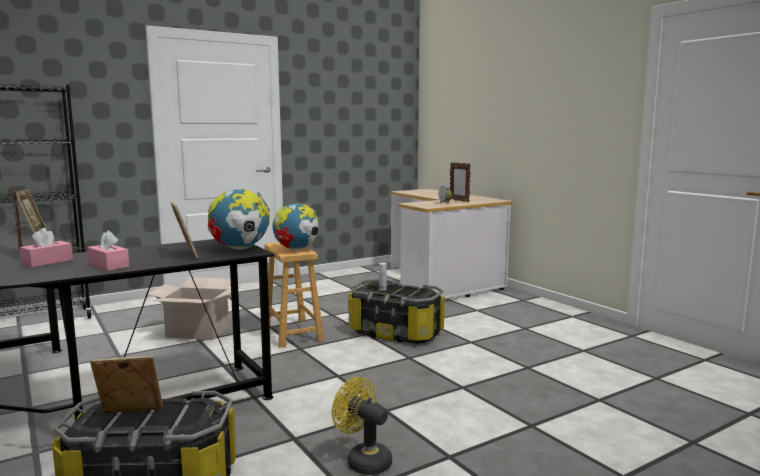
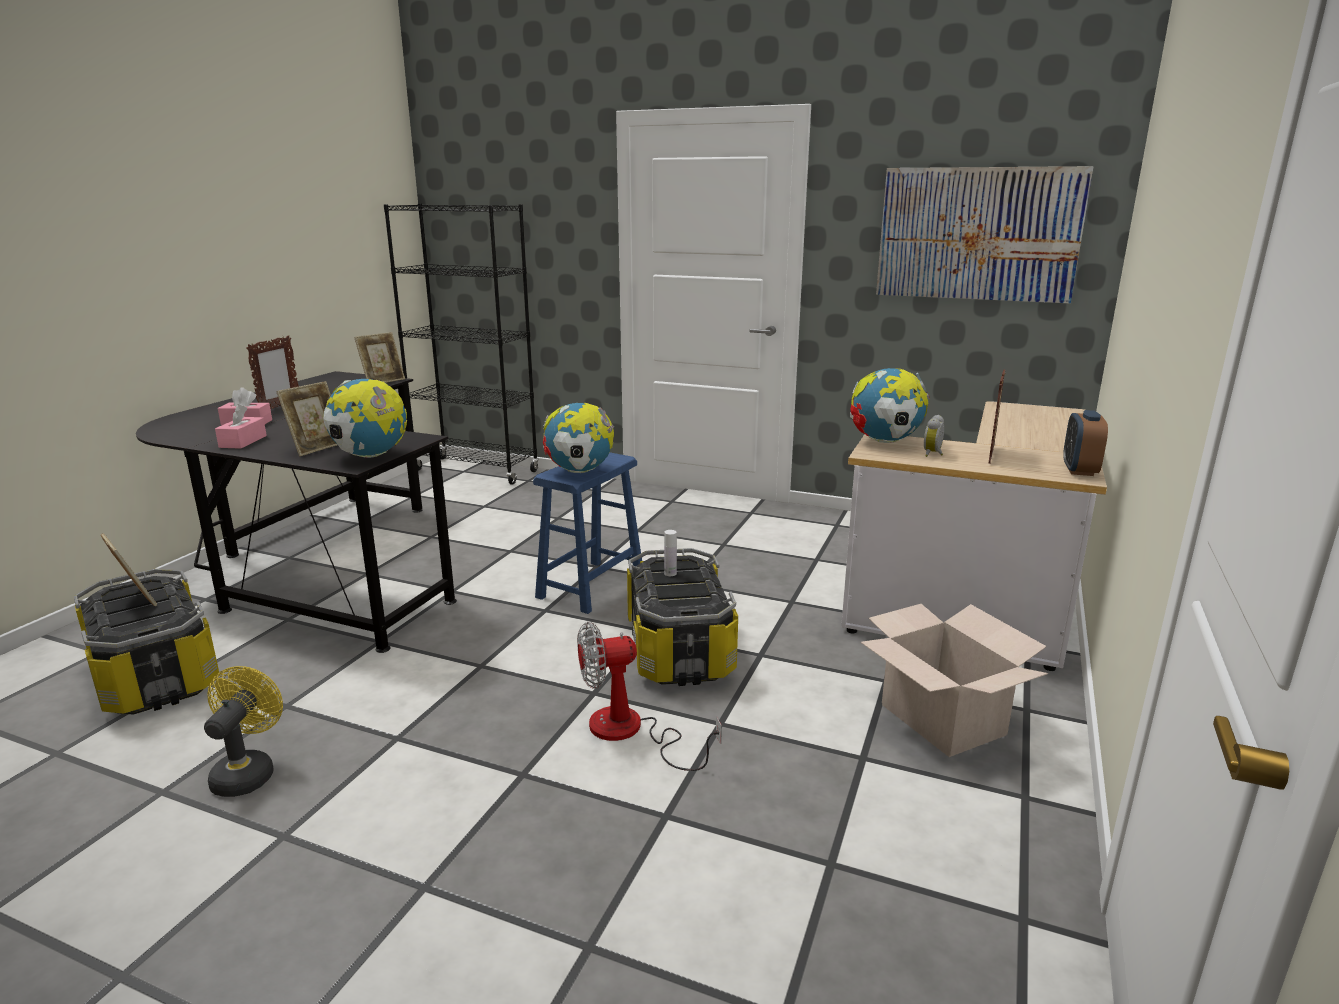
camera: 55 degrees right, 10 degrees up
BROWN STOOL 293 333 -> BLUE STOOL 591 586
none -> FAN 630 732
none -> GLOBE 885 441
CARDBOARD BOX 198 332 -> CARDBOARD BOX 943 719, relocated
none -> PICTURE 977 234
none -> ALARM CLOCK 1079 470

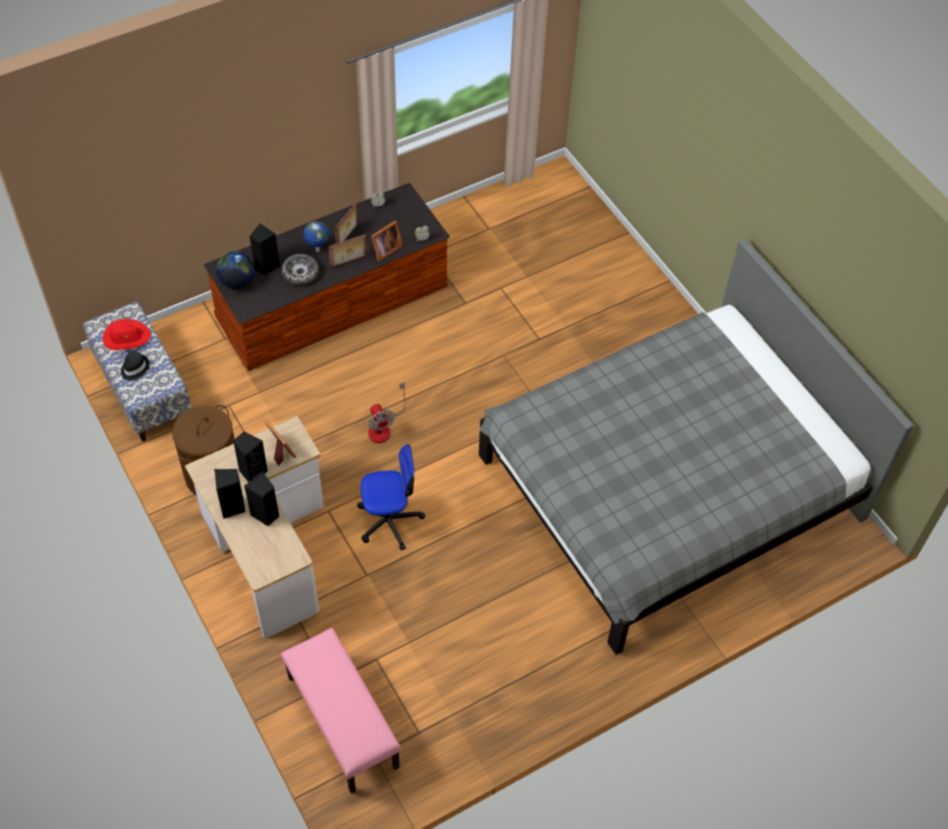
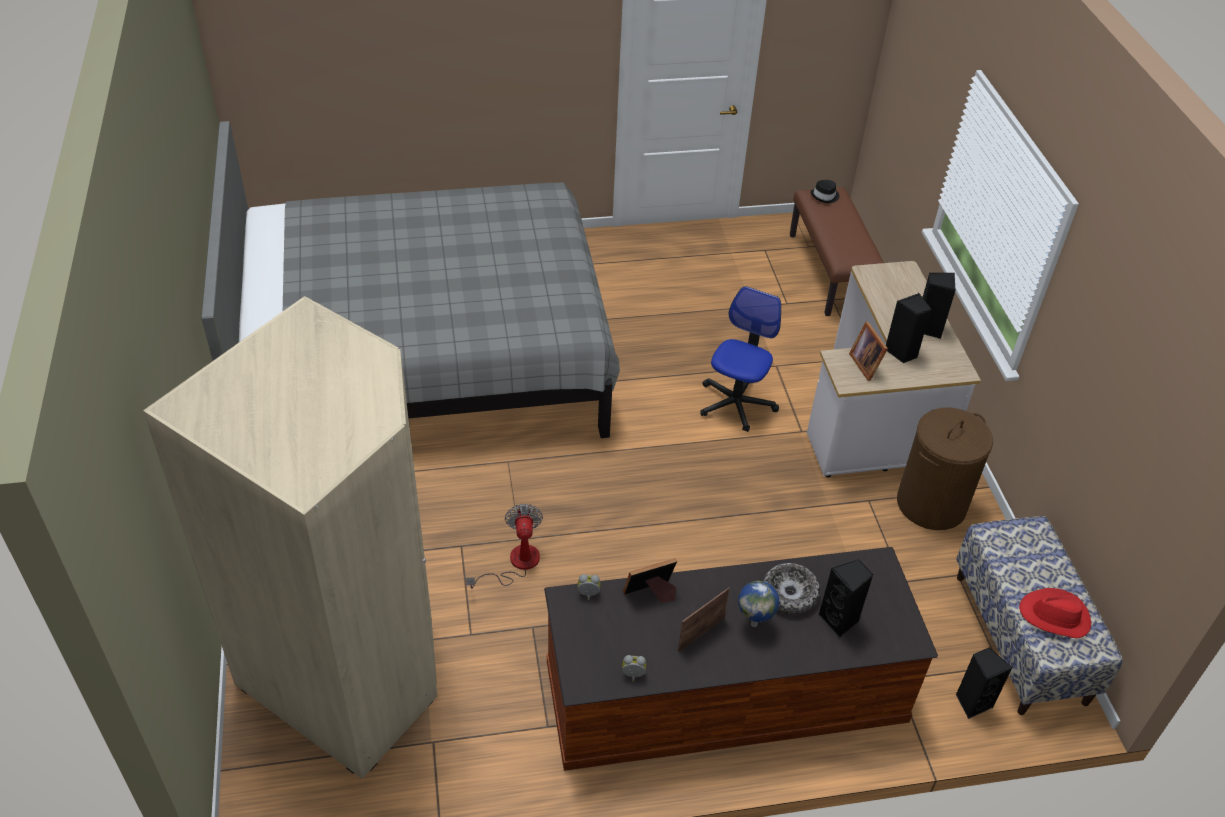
camera: 160 degrees left, 10 degrees down
none -> BEIGE WARDROBE 352 670
FAN 383 427 -> FAN 515 564, relocated
OFFICE CHAIR 389 521 -> OFFICE CHAIR 736 404, 105 degrees clockwise
PINK BENCH 341 722 -> BROWN BENCH 831 273
BLACK HAT 134 368 -> BLACK HAT 825 196, relocated
BLACK SPEAKER 266 514 -> BLACK SPEAKER 972 702, relocated
GLOBE 237 282 -> none
PICTURE FRAME 349 262 -> none

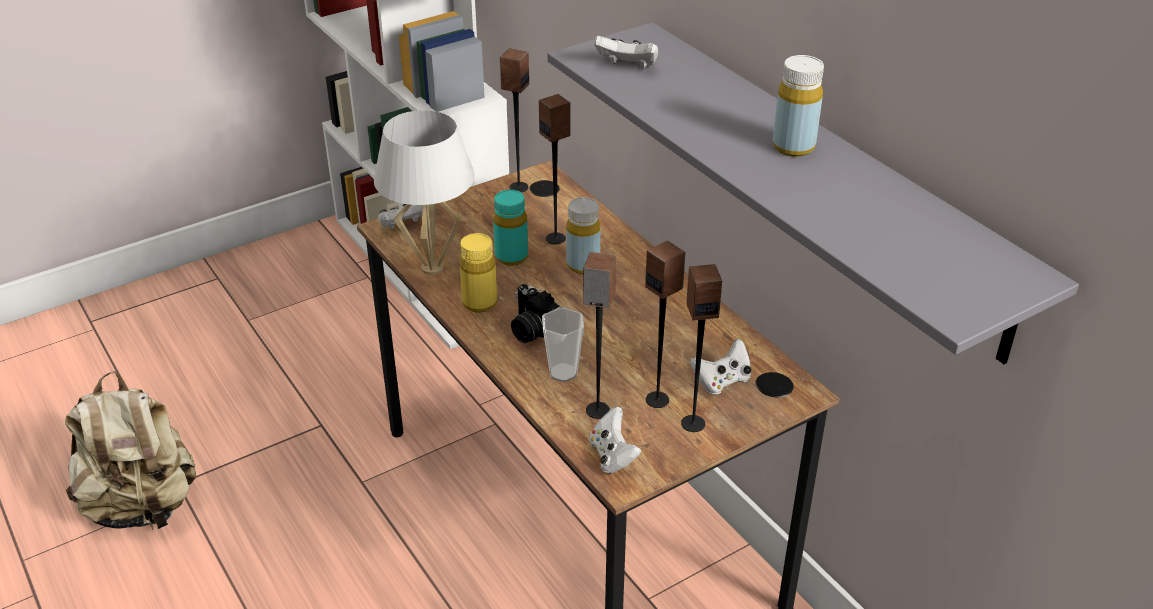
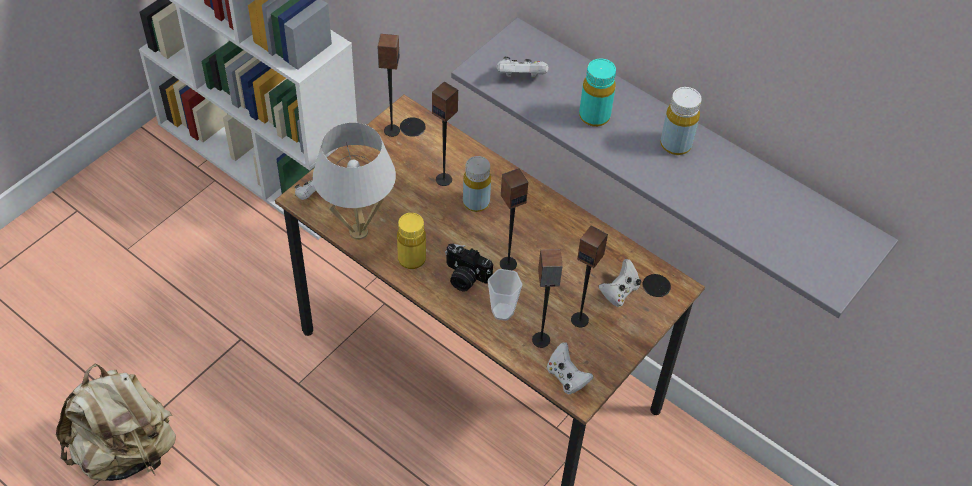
camera: 20 degrees left, 15 degrees up
SPEAKER 693 423 -> SPEAKER 508 263, relocated
TURQUOISE BOTTLE 511 257 -> TURQUOISE BOTTLE 594 116, relocated

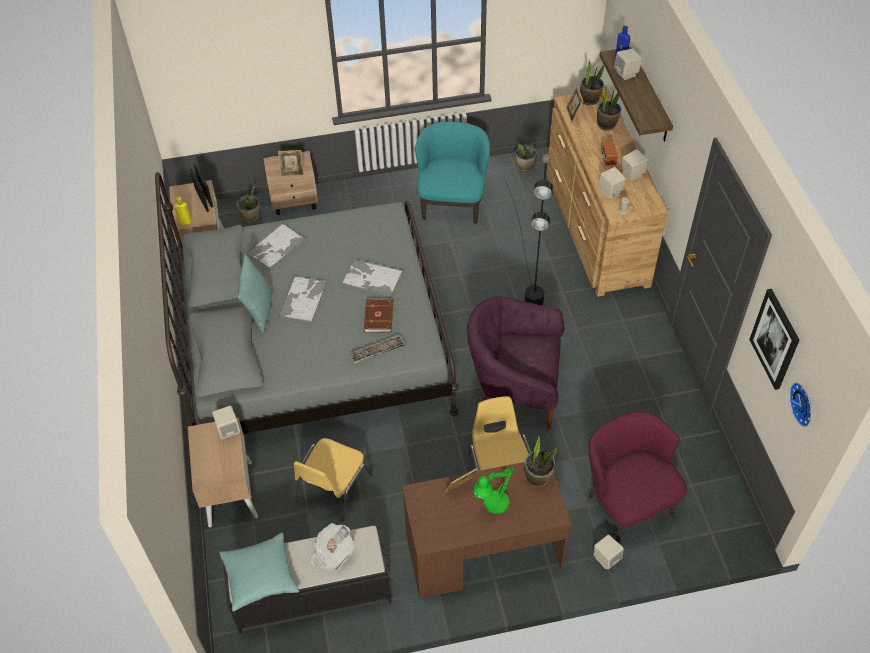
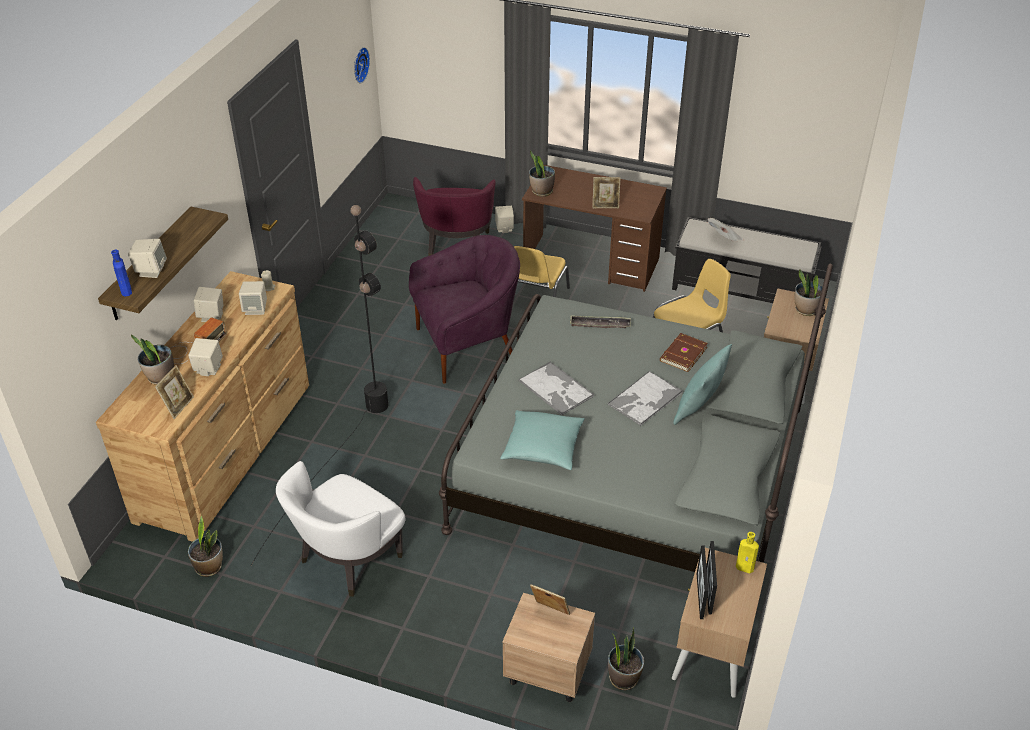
camera: 150 degrees left, 10 degrees down
BEIGE SPEAKER 228 430 -> BEIGE SPEAKER 208 369, relocated
TURQUOISE ARMCHAIR 452 203 -> WHITE ARMCHAIR 347 560
PURPLE ARMCHAIR 515 389 -> PURPLE ARMCHAIR 467 346, 60 degrees counterclockwise
TURQUOISE PILLOW 260 576 -> TURQUOISE PILLOW 543 448, relocated
BROWN BOOK 379 317 -> BROWN BOOK 682 354, relocated
POTTED PLANT 589 99 -> POTTED PLANT 806 310, relocated
TRAY 276 247 -> none
GREEN TABLE LAMP 492 506 -> none
PICTURE 775 339 -> none

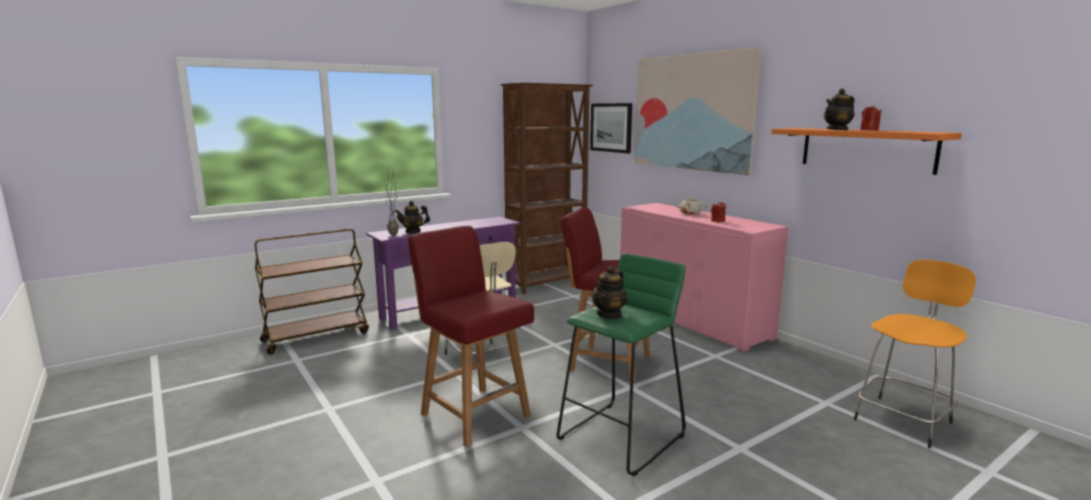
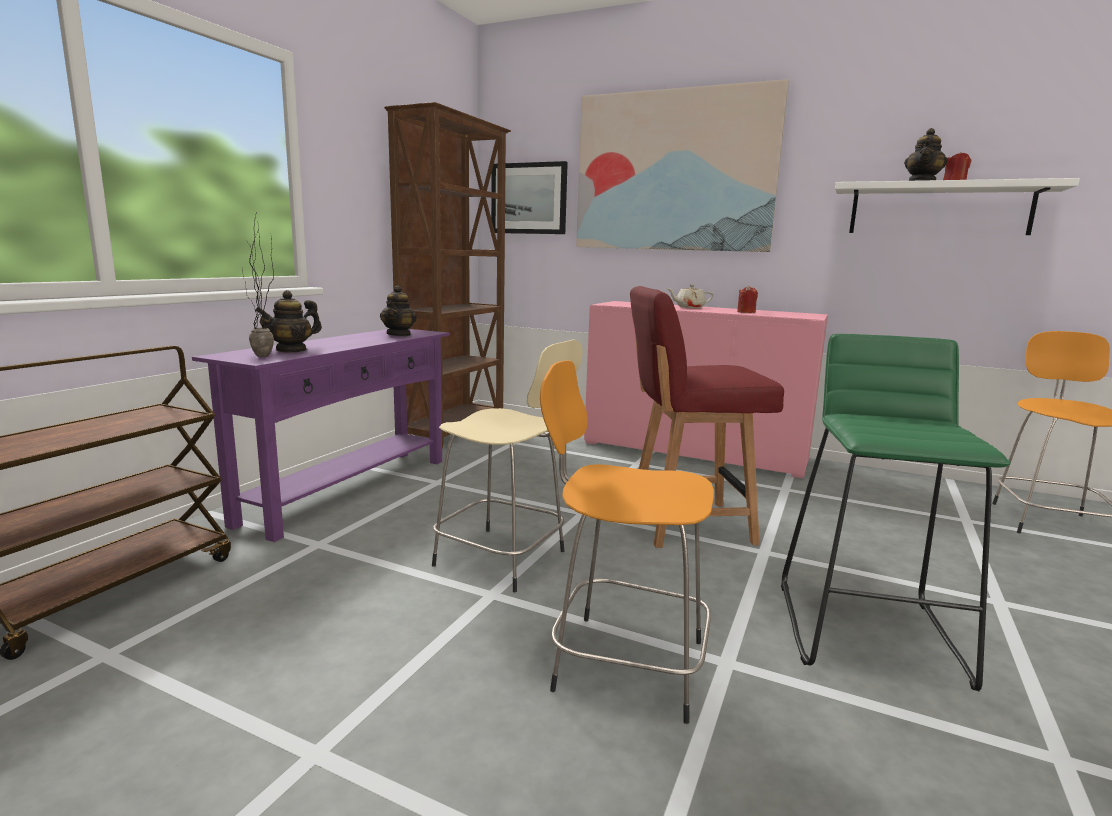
camera: 30 degrees left, 0 degrees up
TEAPOT 609 314 -> TEAPOT 399 334, relocated
RED CHAIR 474 414 -> ORANGE STOOL 623 663
ORANGE SHELF 866 149 -> WHITE SHELF 939 210

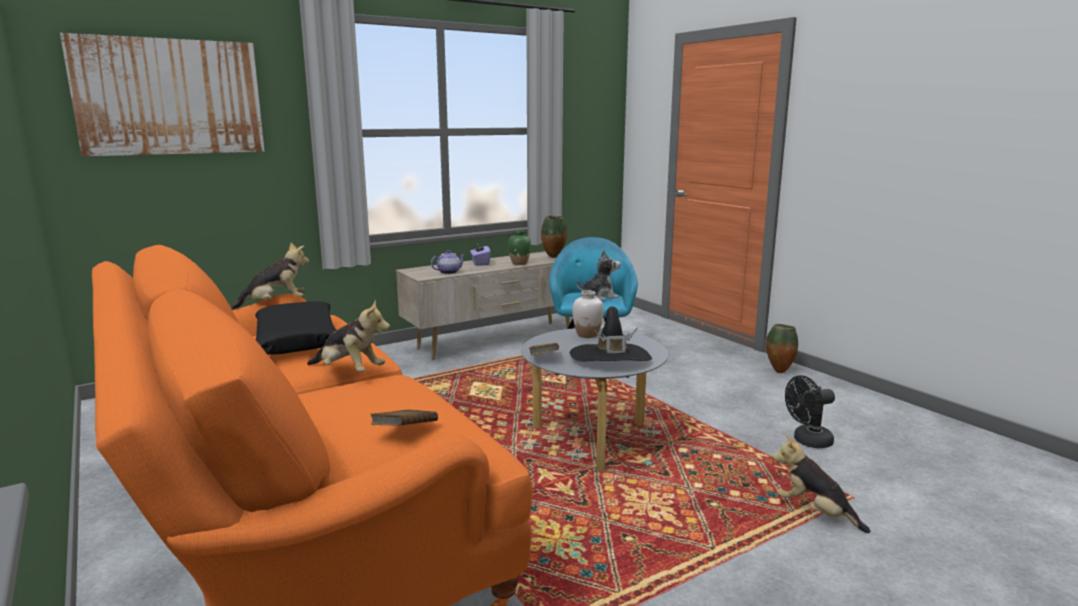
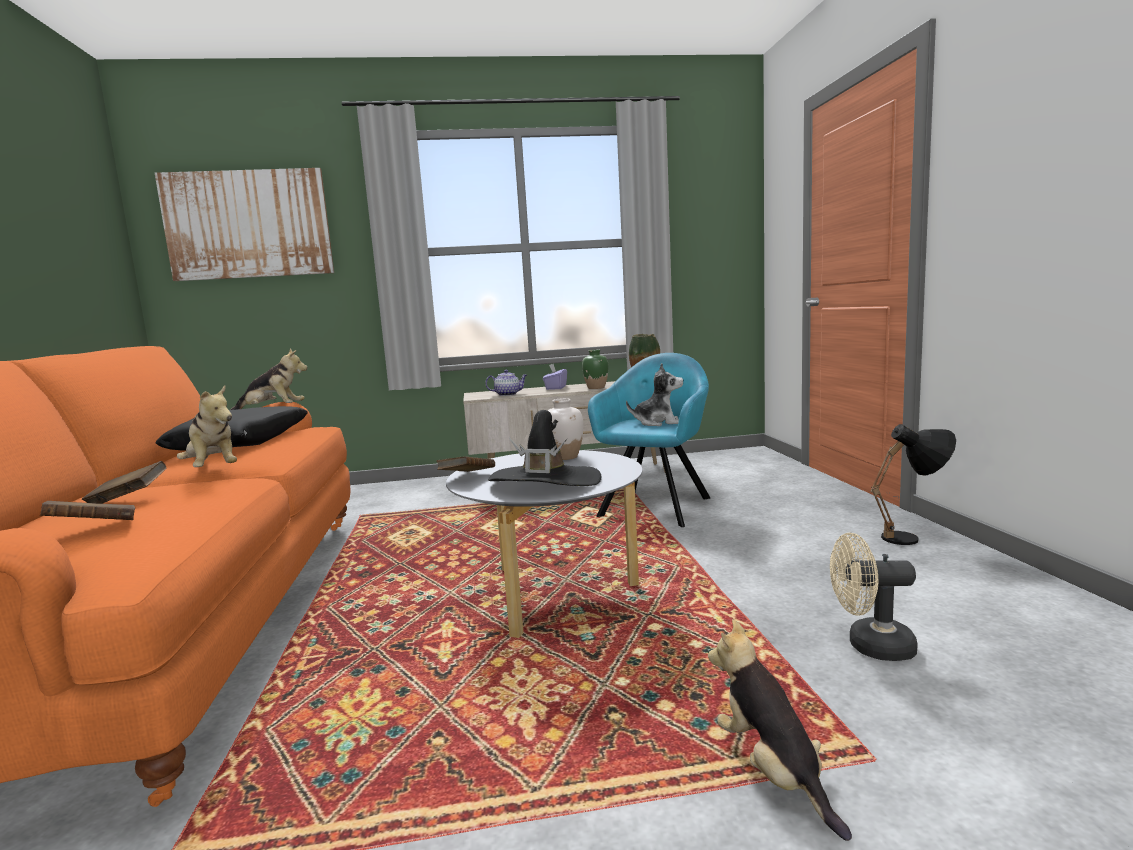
camera: 25 degrees right, 5 degrees down
none -> BROWN BOOK 129 500
BLACK FAN 807 441 -> BEIGE FAN 870 646
VASE 778 371 -> BLACK TABLE LAMP 913 539

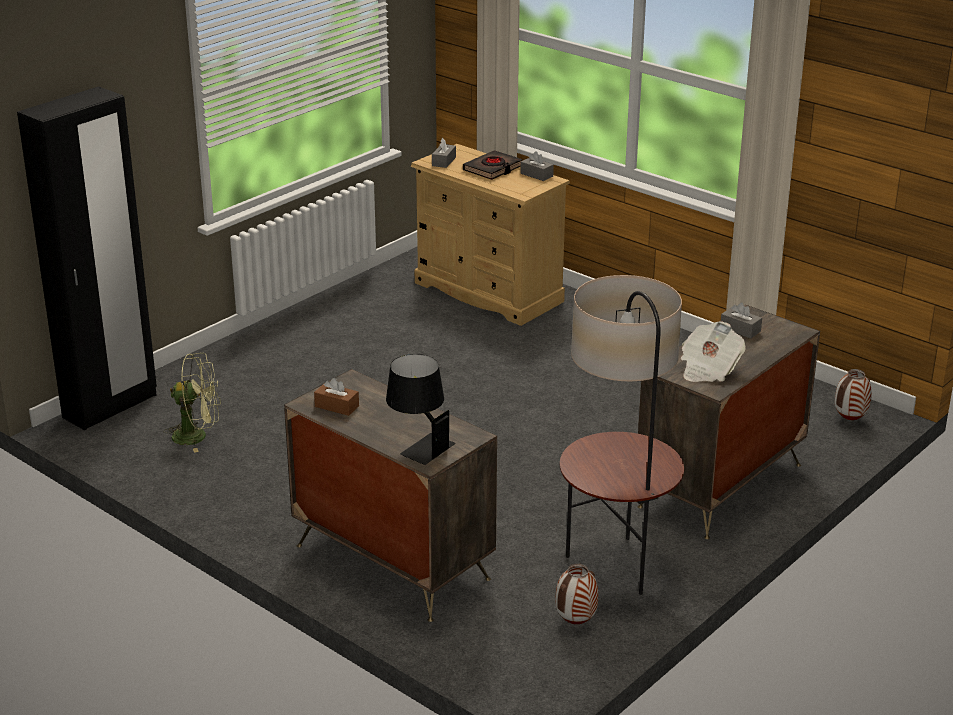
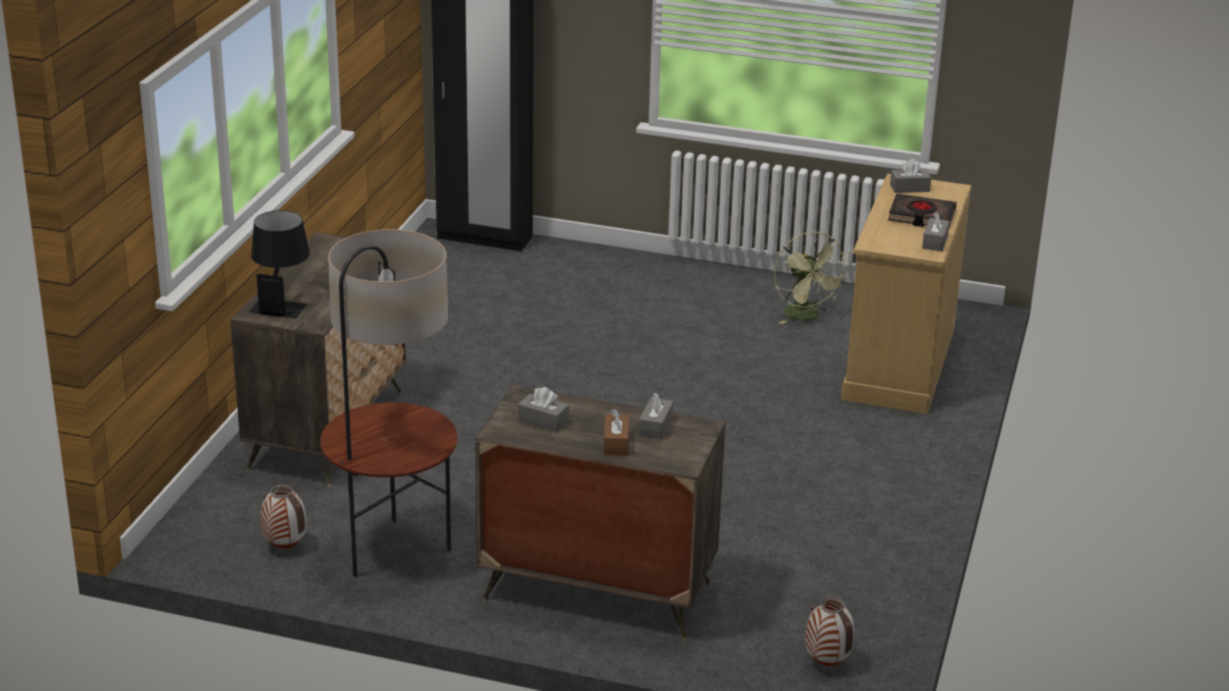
camera: 65 degrees right, 0 degrees up
NEWSPAPER 708 369 -> GREY TISSUE BOX 543 421
BROWN TISSUE BOX 337 406 -> BROWN TISSUE BOX 616 443, relocated
GREEN FAN 197 436 -> GREEN FAN 806 317, relocated

